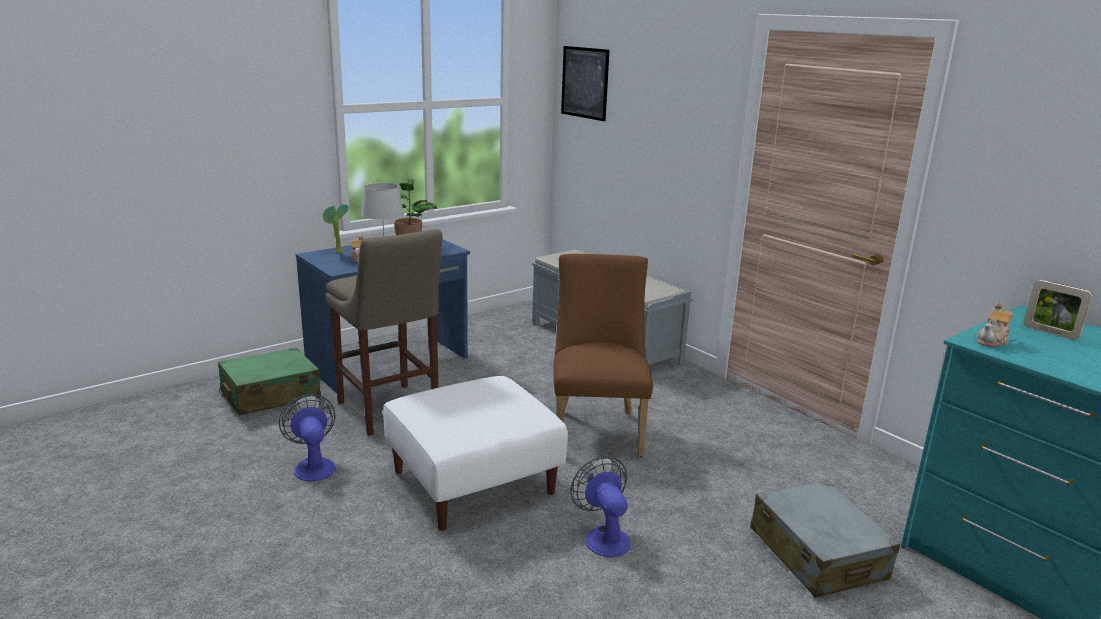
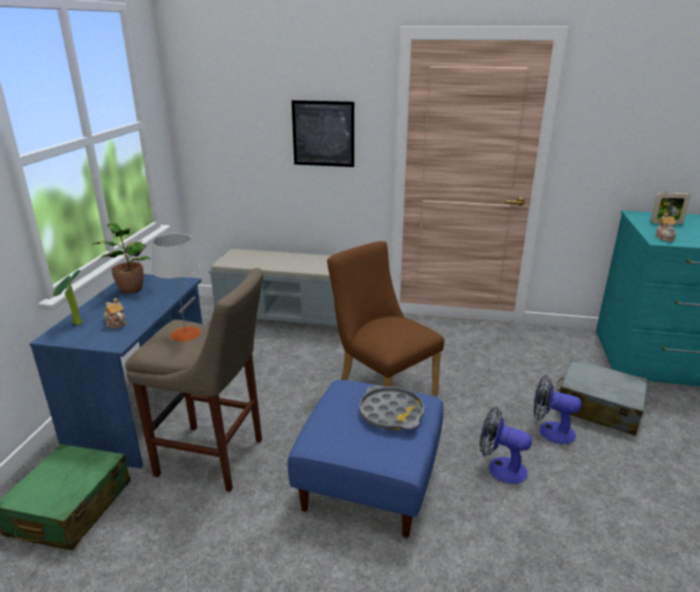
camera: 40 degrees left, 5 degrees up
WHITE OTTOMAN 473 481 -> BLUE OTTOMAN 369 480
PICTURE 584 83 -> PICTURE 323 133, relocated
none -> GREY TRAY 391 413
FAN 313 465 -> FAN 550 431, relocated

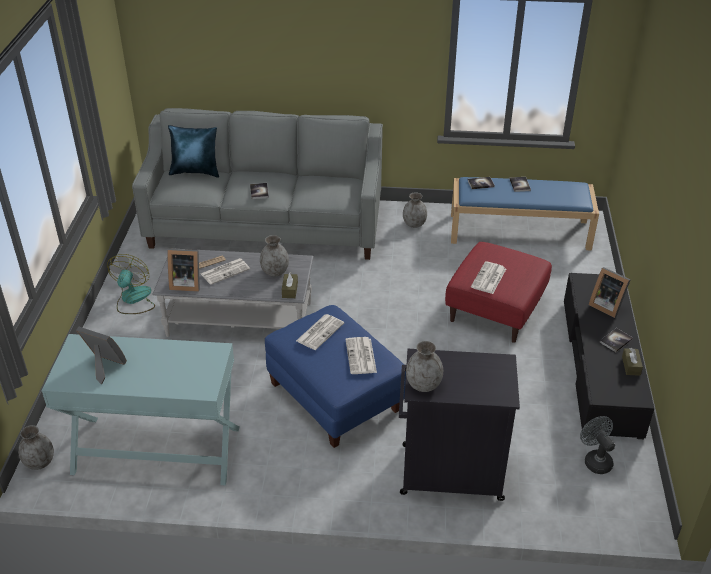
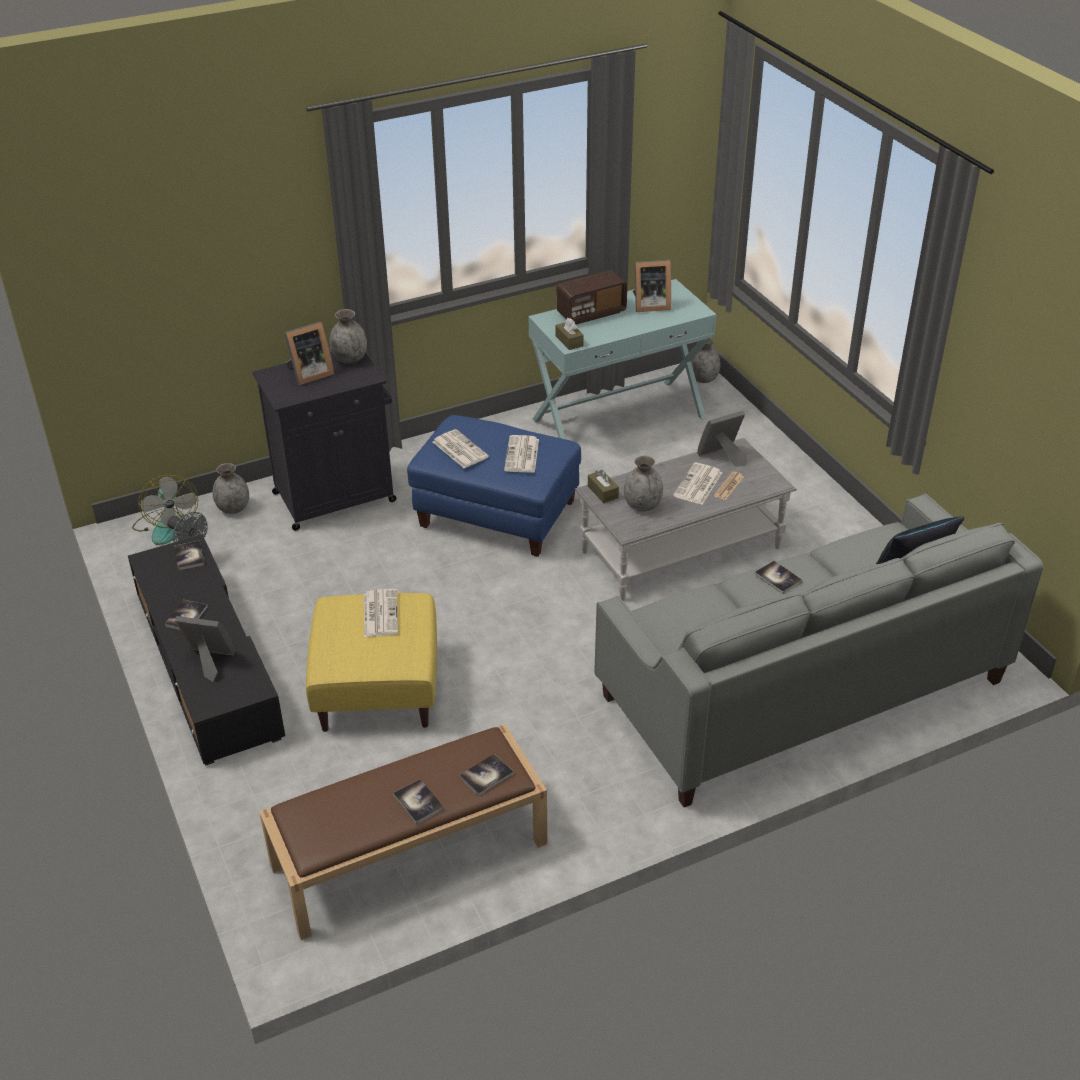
camera: 150 degrees right, 0 degrees up
FAN 133 300 -> FAN 166 526, relocated
none -> BOOK 189 556
GREY VASE 414 224 -> GREY VASE 233 508, relocated
BLUE BENCH 520 231 -> BROWN BENCH 408 856
none -> PICTURE FRAME 309 374
RED OTTOMAN 496 310 -> YELLOW OTTOMAN 376 688
BROWN TISSUE BOX 631 366 -> BROWN TISSUE BOX 569 341, relocated
none -> RADIO 591 313

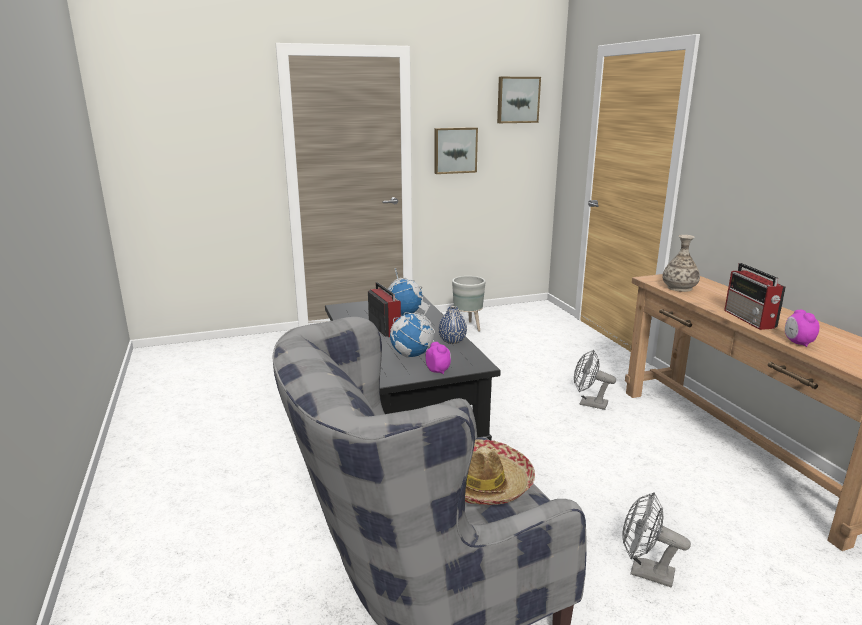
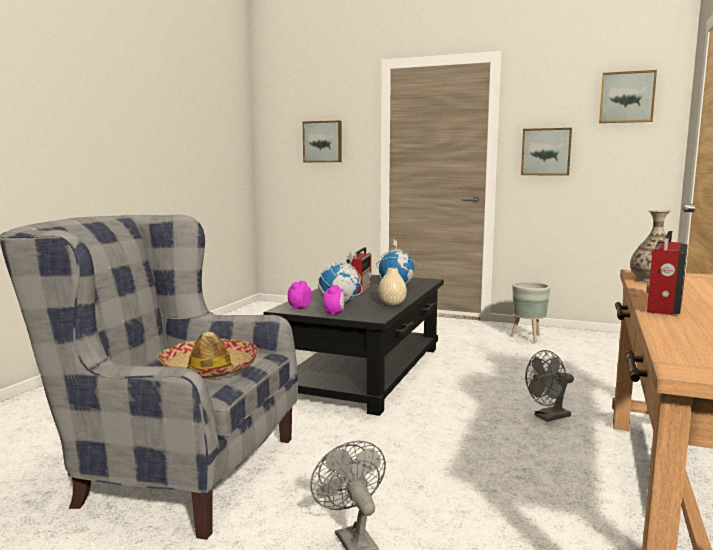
camera: 40 degrees right, 10 degrees down
ALARM CLOCK 797 343 -> ALARM CLOCK 299 308, relocated
none -> PICTURE 323 142
BLUE VASE 452 341 -> BEIGE VASE 392 303
GREY FAN 588 403 -> GREY FAN 548 417, 90 degrees counterclockwise

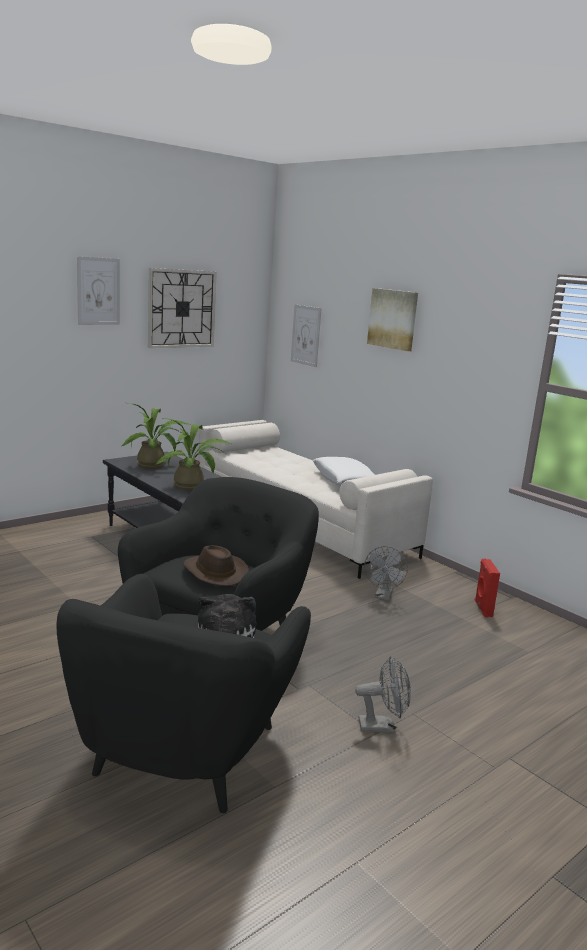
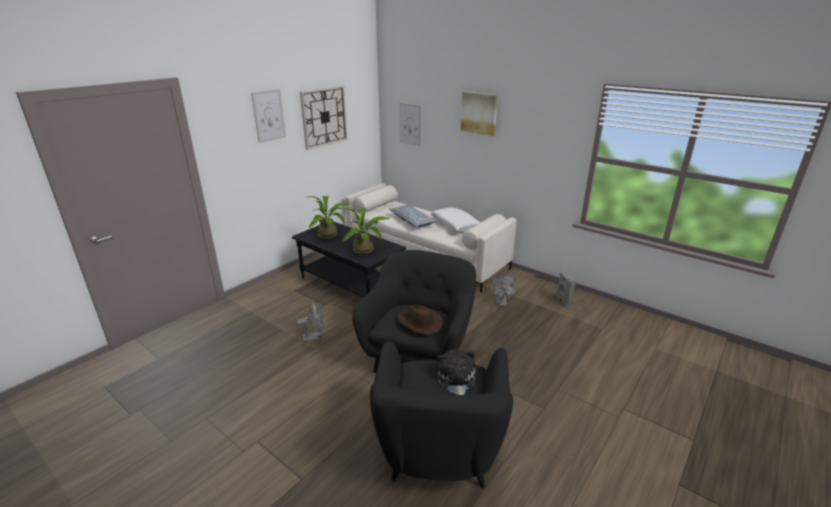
camera: 10 degrees left, 10 degrees up
GREY FAN 382 726 -> GREY FAN 315 337, relocated
none -> PILLOW 412 221
RED SPEAKER 482 609 -> GREY SPEAKER 562 301

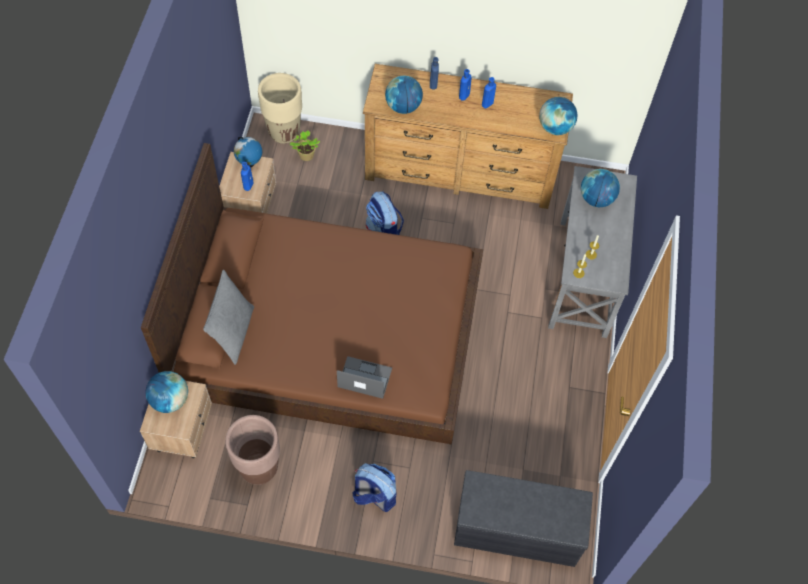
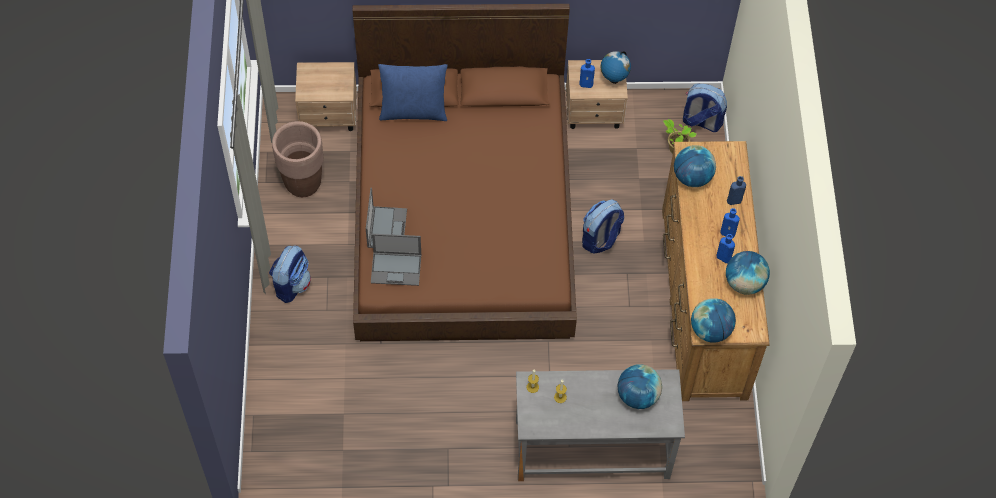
camera: 80 degrees right, 0 degrees up
none -> LAPTOP 396 268
GREY PILLOW 233 332 -> BLUE PILLOW 413 111
BEIGE PLANTER 284 133 -> BACKPACK 701 121
GLOBE 170 400 -> GLOBE 744 283, relocated
GREY BENCH 516 530 -> none

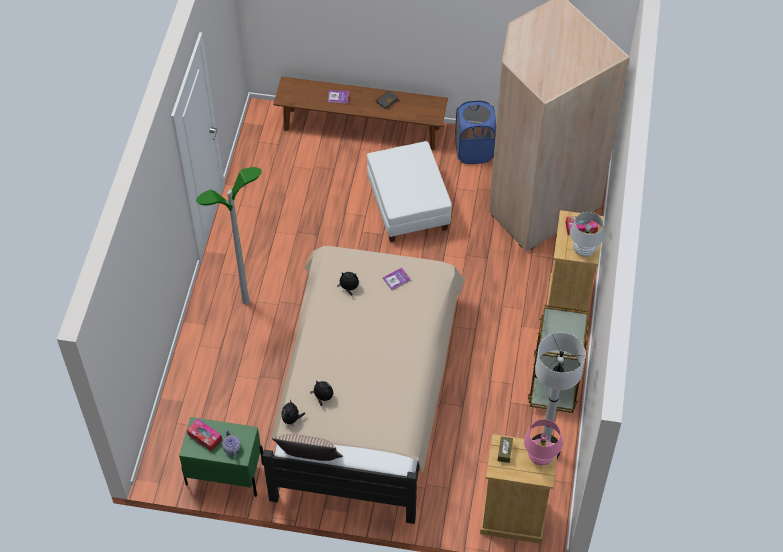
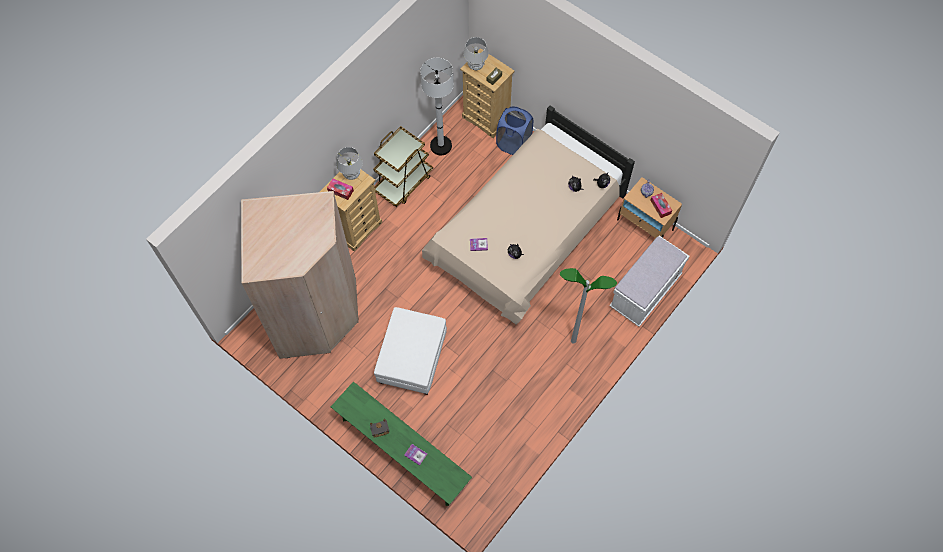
camera: 150 degrees left, 10 degrees up
BROWN BENCH 361 129 -> GREEN BENCH 402 452
PINK TABLE LAMP 540 457 -> WHITE TABLE LAMP 475 66
BLUE LAUNDRY BASKET 474 151 -> BLUE LAUNDRY BASKET 513 143, relocated
none -> WHITE BENCH 645 291
GREEN NIGHTSTAND 224 474 -> BEIGE NIGHTSTAND 645 225
PILLOW 309 461 -> none

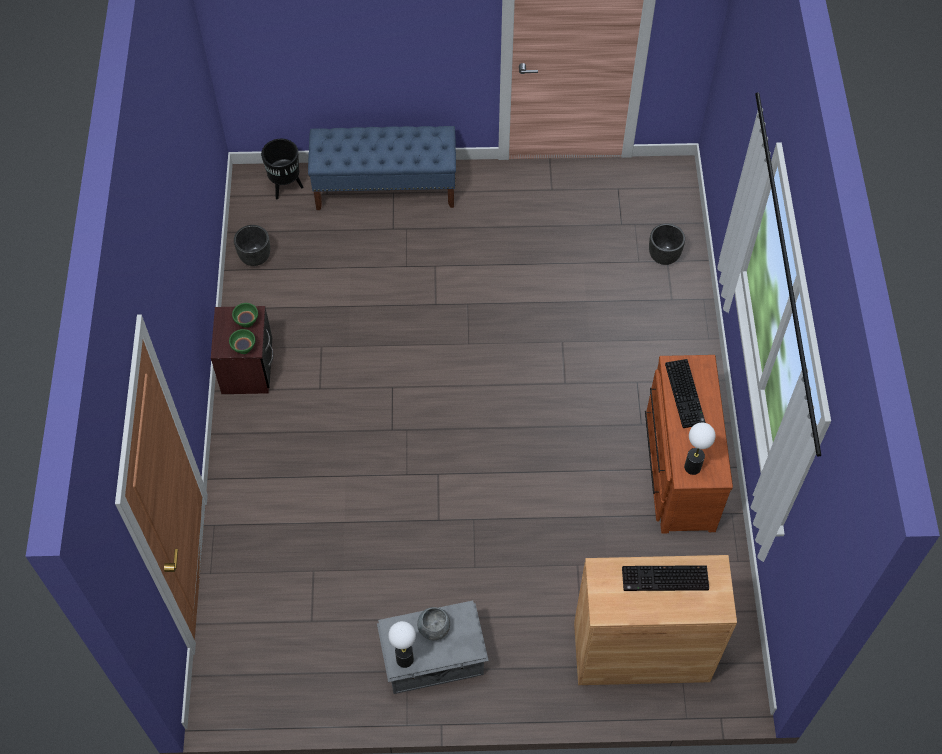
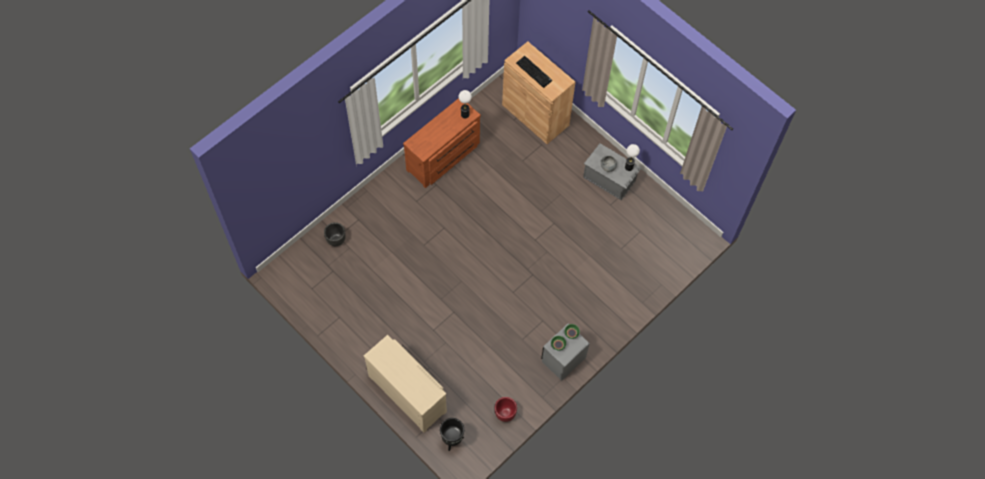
camera: 135 degrees left, 5 degrees up
BLUE BENCH 386 188 -> BEIGE DRESSER 409 392
BLACK PLANTER 255 257 -> RED PLANTER 505 414
BROWN NIGHTSTAND 247 368 -> GREY NIGHTSTAND 563 359
KEYBOARD 686 394 -> none

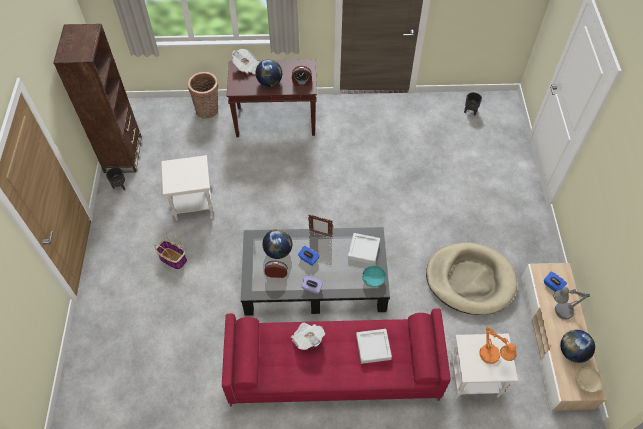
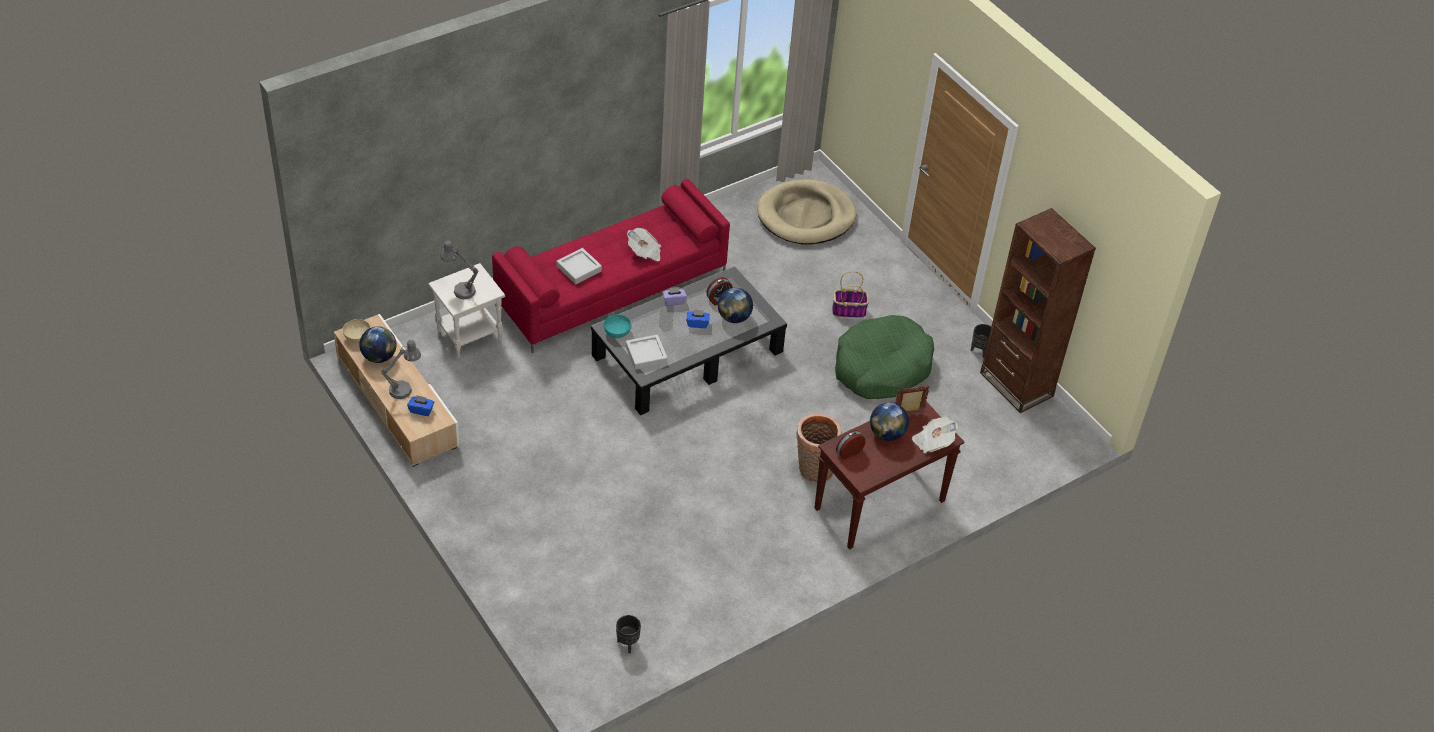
camera: 145 degrees right, 10 degrees down
ORANGE TABLE LAMP 492 358 -> GREY TABLE LAMP 460 289
BEIGE DOG BED 470 280 -> BEIGE DOG BED 806 216, relocated
BASKET 208 110 -> BASKET 813 470, relocated
WHITE SIDE TABLE 193 204 -> GREEN DOG BED 881 367
PICTURE FRAME 320 234 -> PICTURE FRAME 908 415, relocated

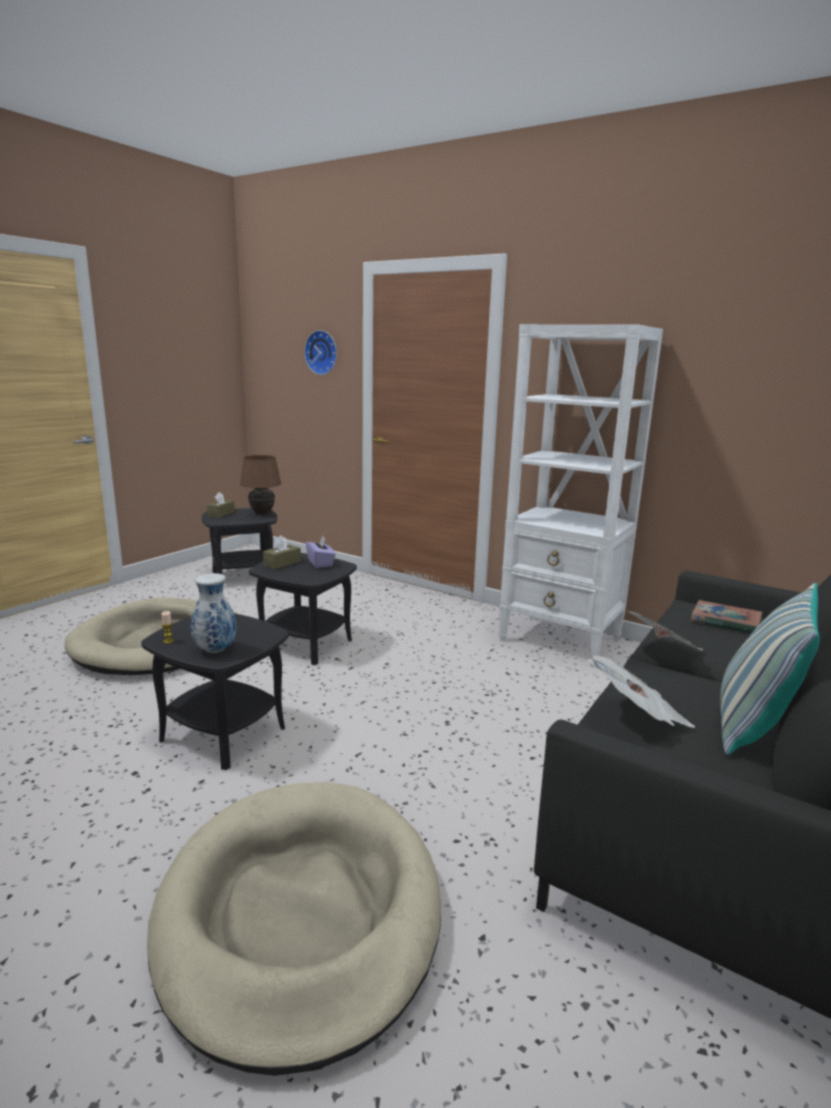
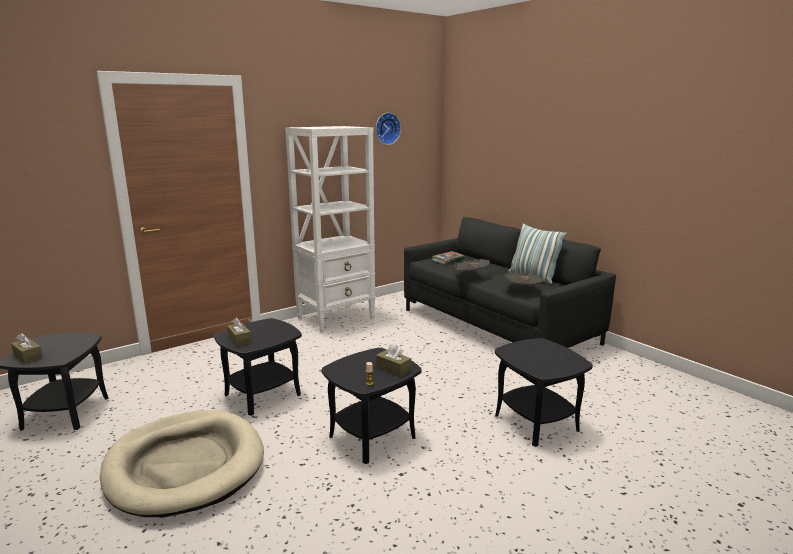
camera: 70 degrees left, 0 degrees up
WALL CLOCK 322 352 -> WALL CLOCK 386 128, relocated
VASE 214 649 -> BROWN TISSUE BOX 393 369
BEIGE DOG BED 300 914 -> BLACK SIDE TABLE 536 423
BROWN TABLE LAMP 262 514 -> none
PURPLE TISSUE BOX 320 563 -> none

